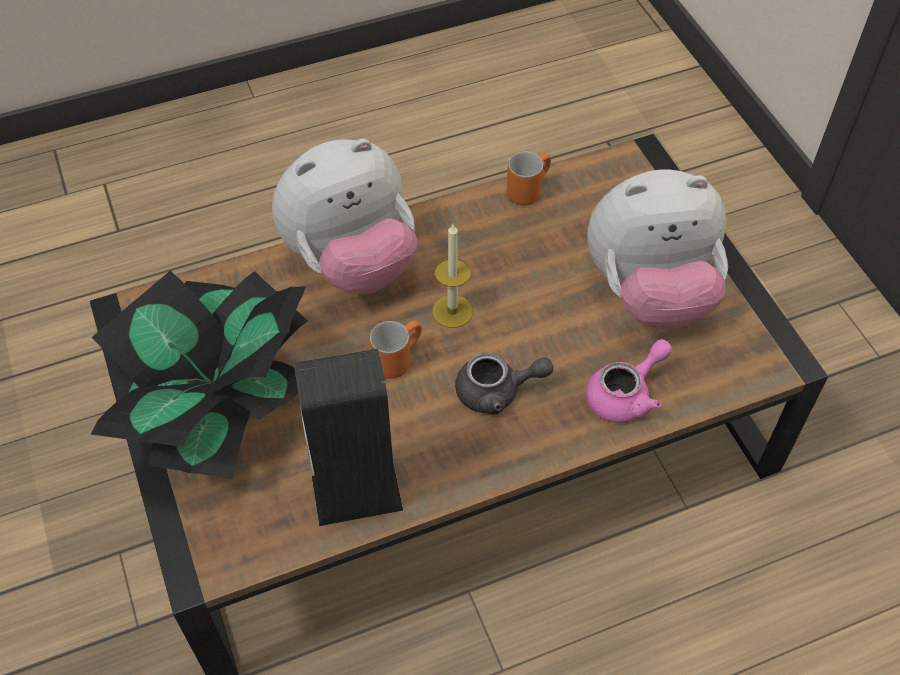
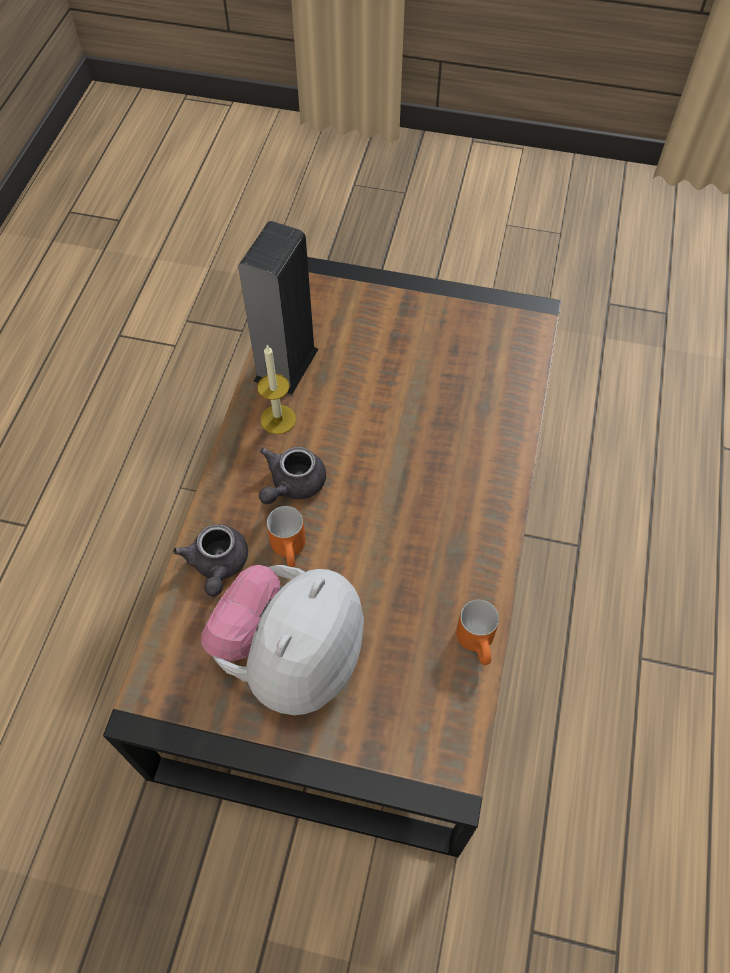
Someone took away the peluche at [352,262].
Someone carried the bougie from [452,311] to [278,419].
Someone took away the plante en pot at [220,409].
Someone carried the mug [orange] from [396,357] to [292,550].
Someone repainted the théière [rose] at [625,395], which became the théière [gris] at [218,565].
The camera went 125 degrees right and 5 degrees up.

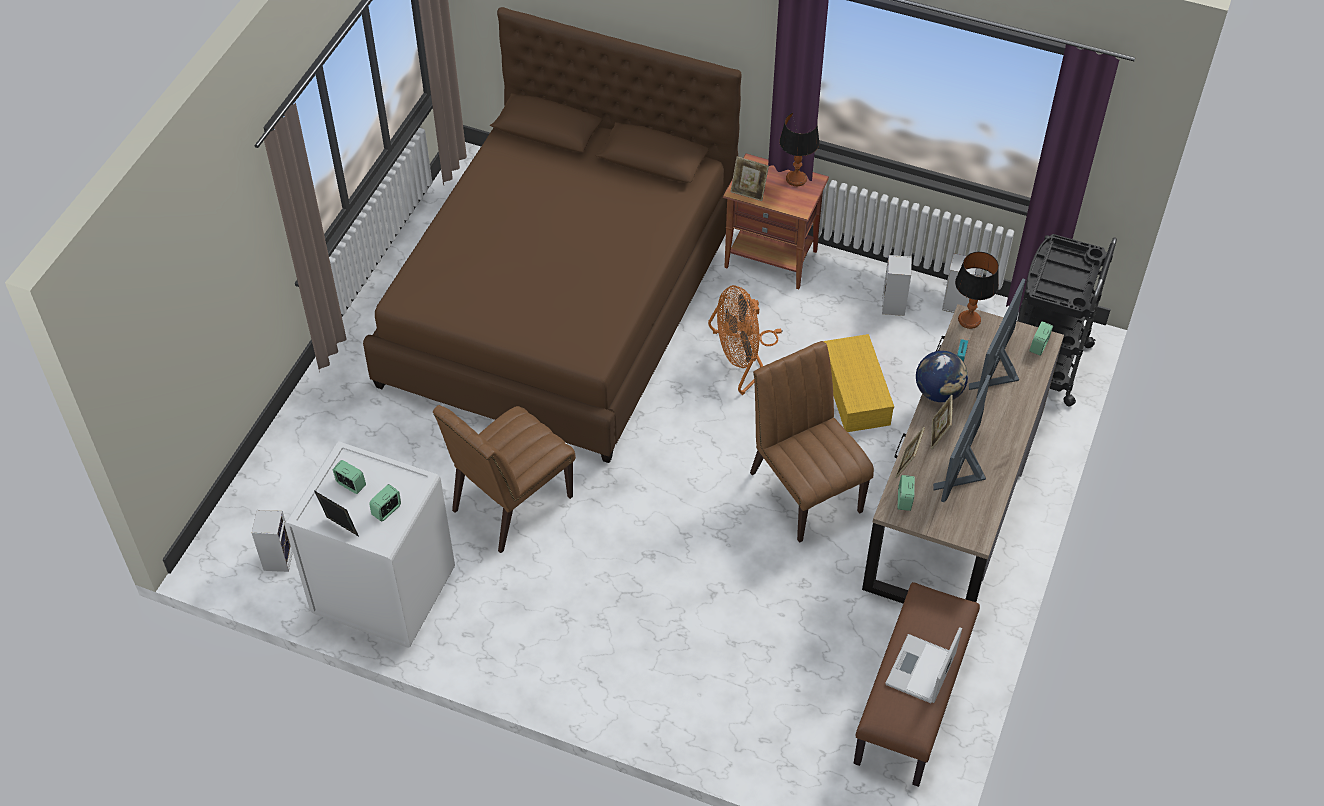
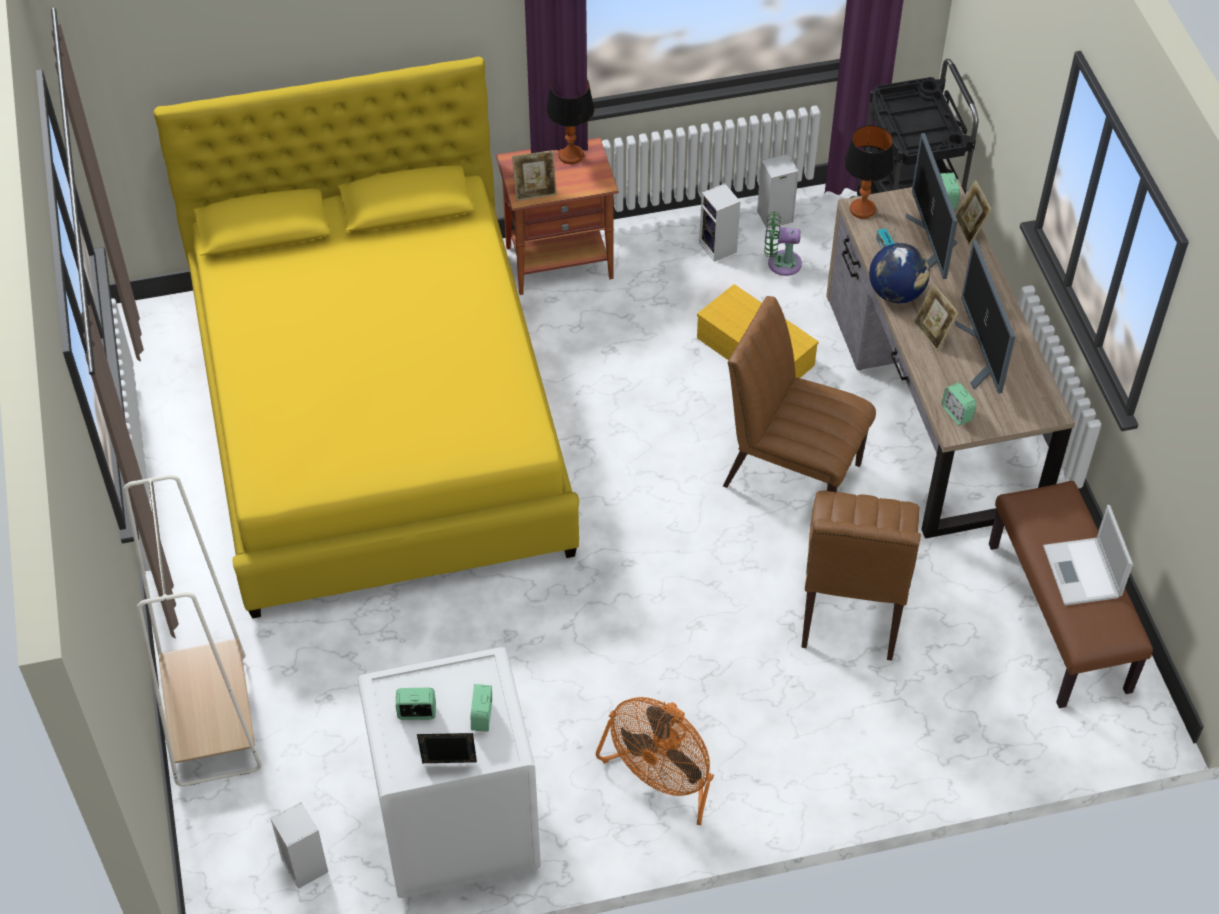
Someone repainted the lit [marron] at [560,303], which became the lit [jaune] at [380,420].
Someone carried the ventilateur [orange] from [743,356] to [662,772].
Someone carried the chaise [marron] from [512,502] to [852,603].
Someone carried the cadre photo from [907,465] to [969,230].
Someone put down the ventilateur [vert] at [780,263].
Someone put down the portant at [212,721].
The camera went 35 degrees left and 0 degrees up.

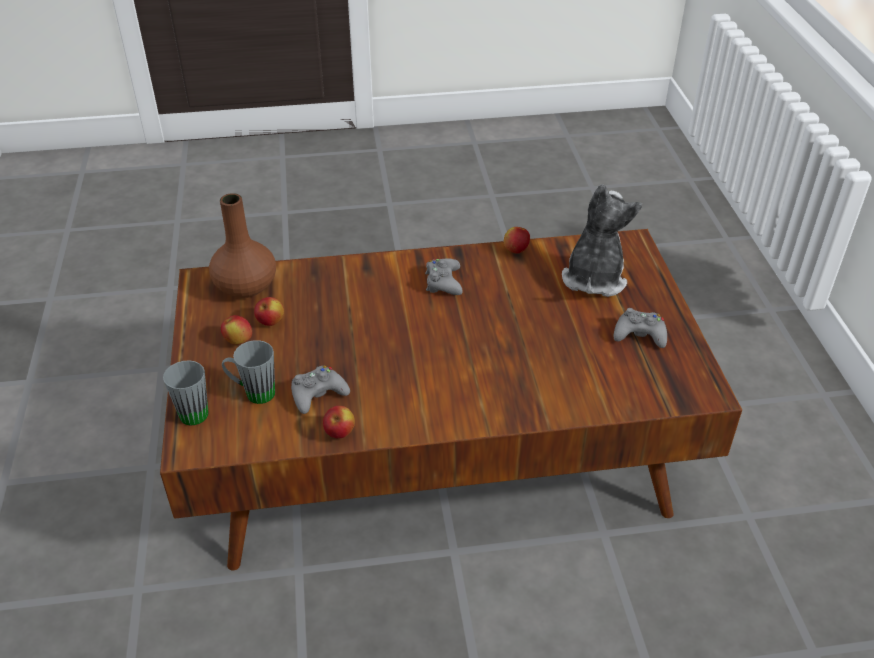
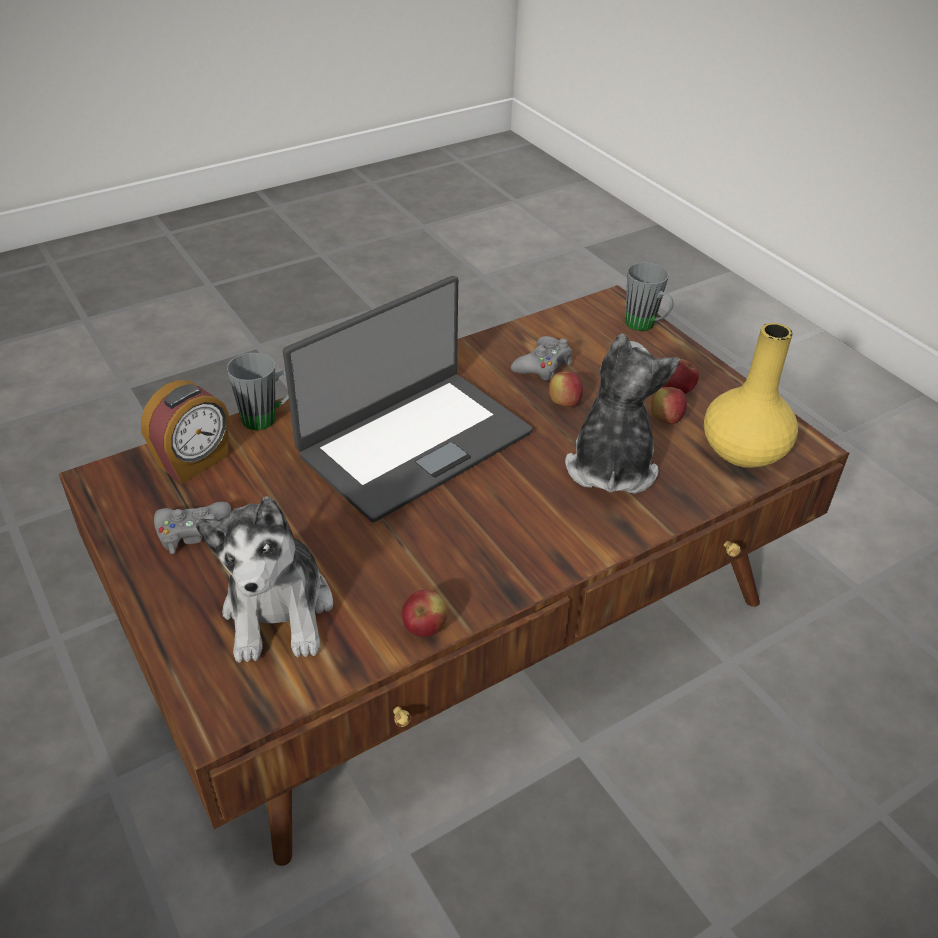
Someone repainted the vase [marron] at [245,287], which became the vase [jaune] at [742,451].
Someone took away the manette [gris] at [443,282].
Someone carried the mug [gris] from [253,393] to [268,418].
Someone carried the pomme from [339,433] to [564,403].
Someone put down the ordinateur portable at [413,442].
Someone put down the peluche at [610,466].
Someone put down the réveil at [195,462].
The camera went 155 degrees right and 0 degrees up.

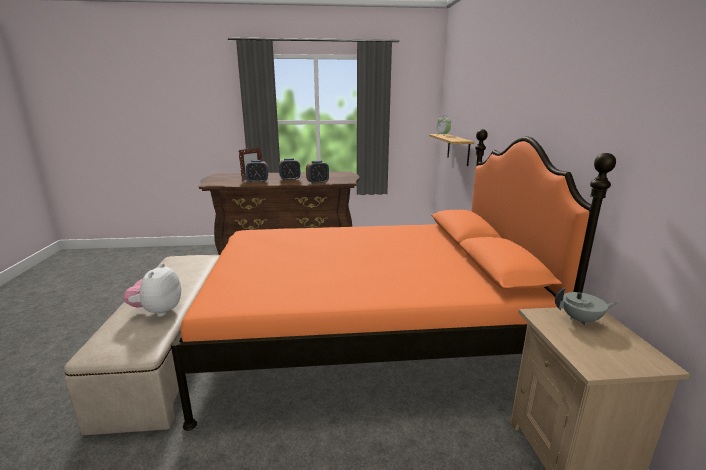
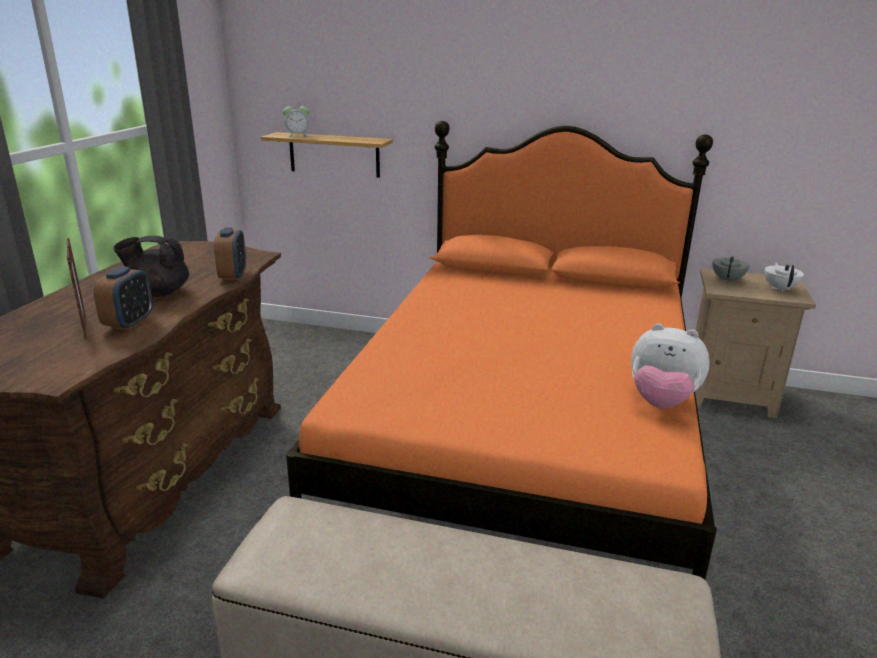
Someone swapped the réveil at [290,179] for the théière [noir] at [158,292].
Someone carried the peluche from [157,311] to [661,402].
Someone put down the théière [blanc] at [780,288].
The camera went 70 degrees left and 5 degrees up.

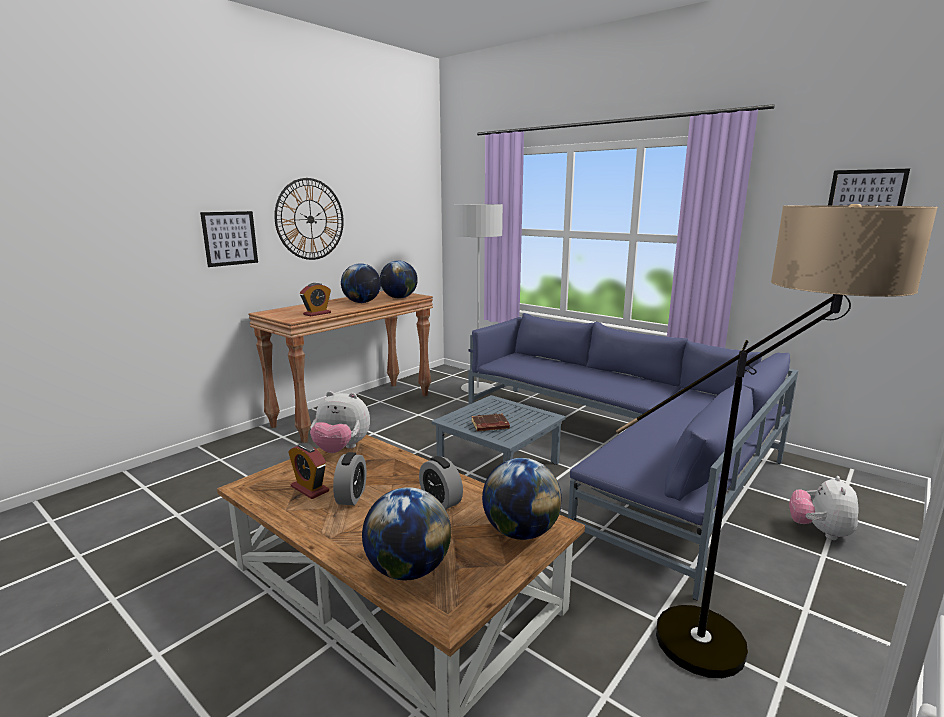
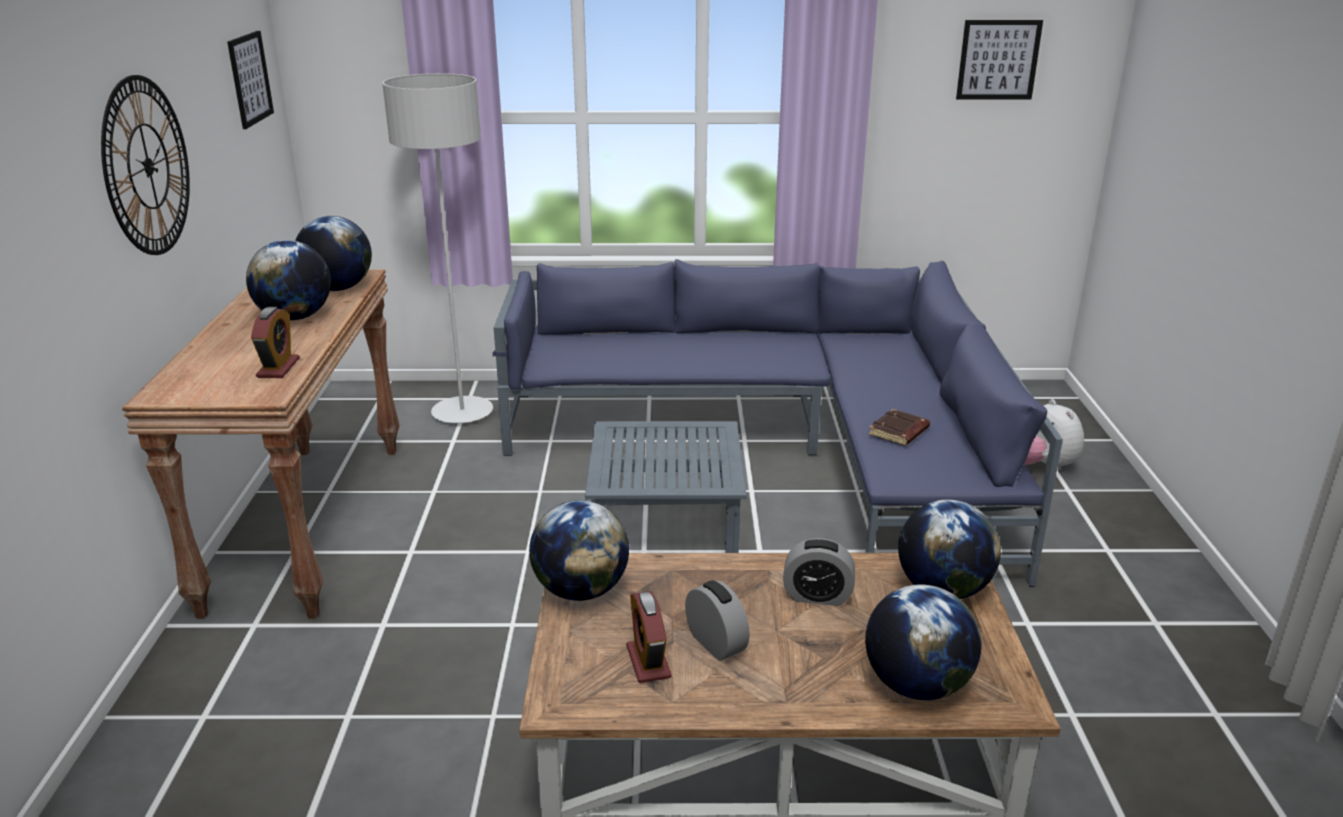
Someone took away the lampadaire at [737,648].
Someone carried the tableau from [230,238] to [250,79].
Someone swapped the peluche at [341,449] for the globe at [580,590].
Someone carried the livre [marron] from [490,426] to [899,432].
Someone rotated the réveil at [310,489] by 75 degrees clockwise.
The camera went 40 degrees left and 10 degrees up.

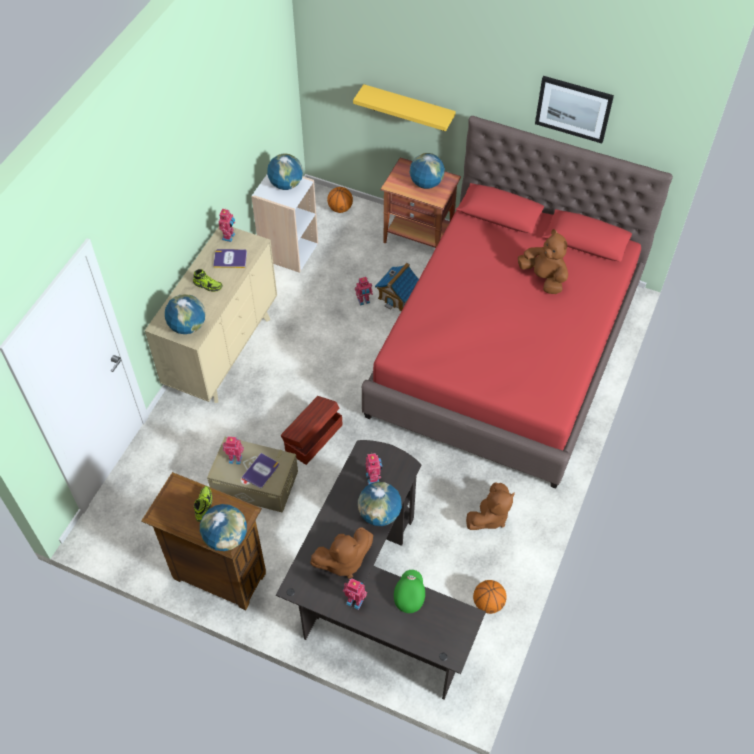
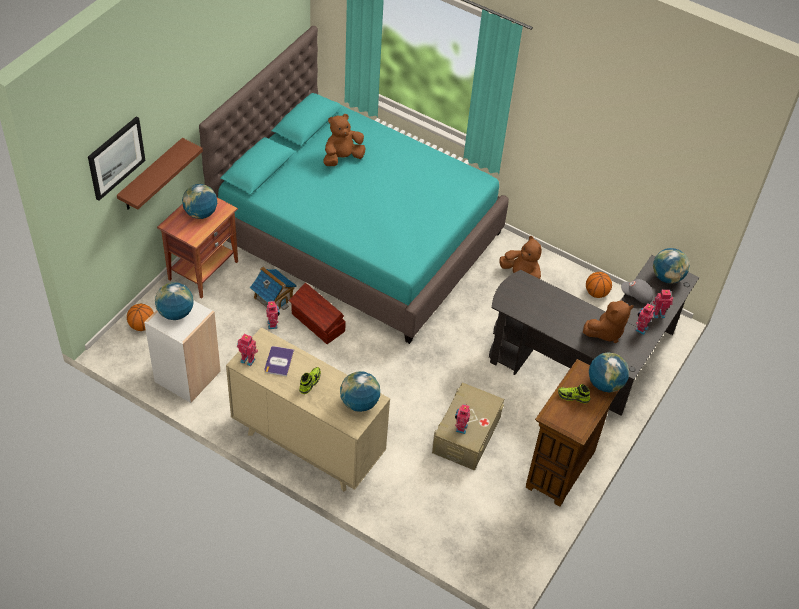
Someone carried the tableau from [573,108] to [116,157].
Someone repainted the étagère [jaune] at [408,108], which became the étagère [marron] at [151,176].
Someone repainted the lit [rouge] at [505,351], which became the lit [turquoise] at [357,235].
Someone carried the boîte de rangement [marron] from [312,437] to [317,323].
Someone carried the robot jouet from [373,478] to [658,313].
Someone took away the livre at [261,471].
Someone carried the globe from [379,514] to [667,277].
Someone rotated the peluche [marron] at [343,561] by 75 degrees clockwise.
Someone repainted the casquette [vert] at [409,594], which became the casquette [gris] at [636,295].
The camera went 85 degrees left and 5 degrees down.

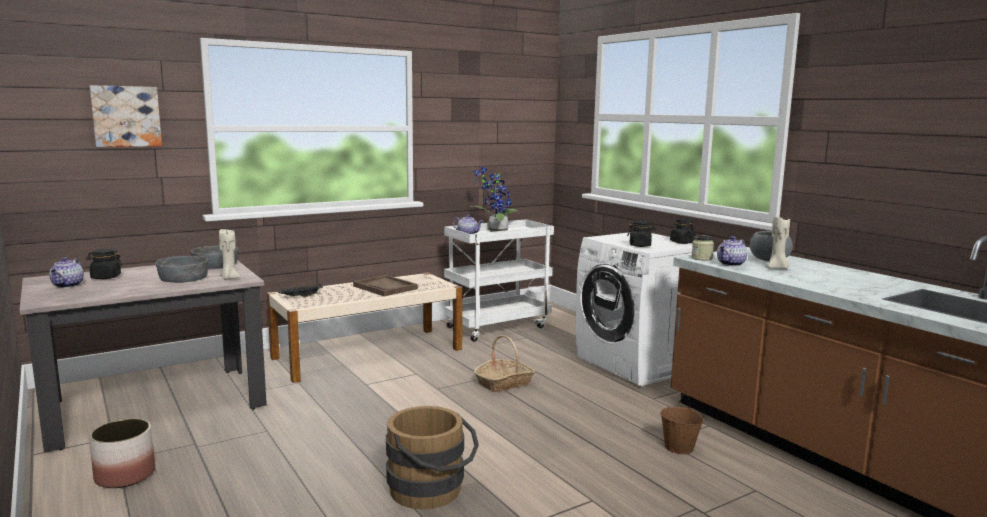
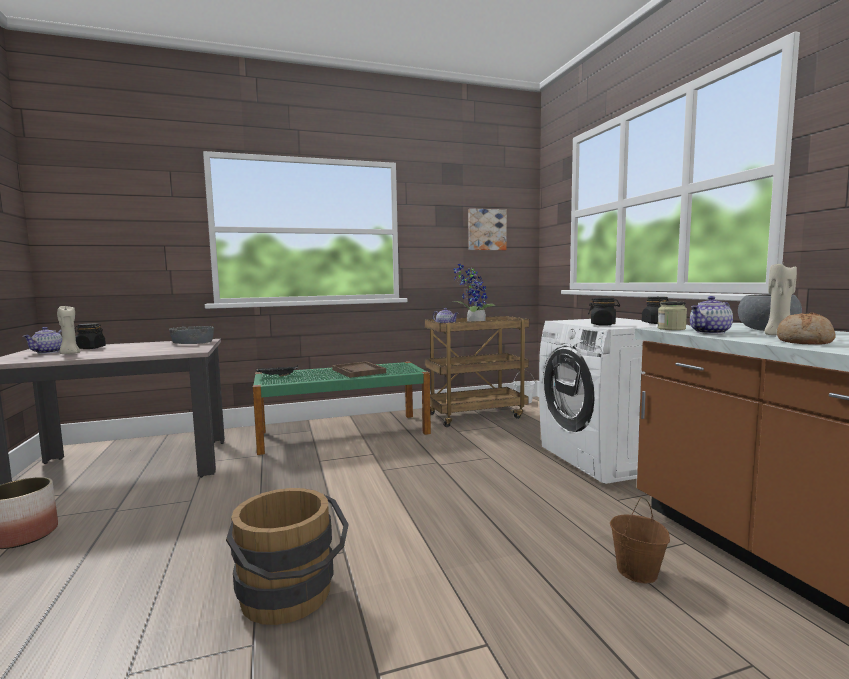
Someone carried the tableau from [126,116] to [486,230].
Someone repainted the chariot [blanc] at [497,327], which became the chariot [marron] at [476,415].
Someone carried the bougie [beige] from [229,278] to [69,354].
Someone took away the bol [gris] at [182,278].
Someone repainted the banc [beige] at [368,353], which became the banc [vert] at [343,432].
Someone took away the panier at [504,383].
Someone put down the pain at [805,342].
The camera went 15 degrees right and 5 degrees down.

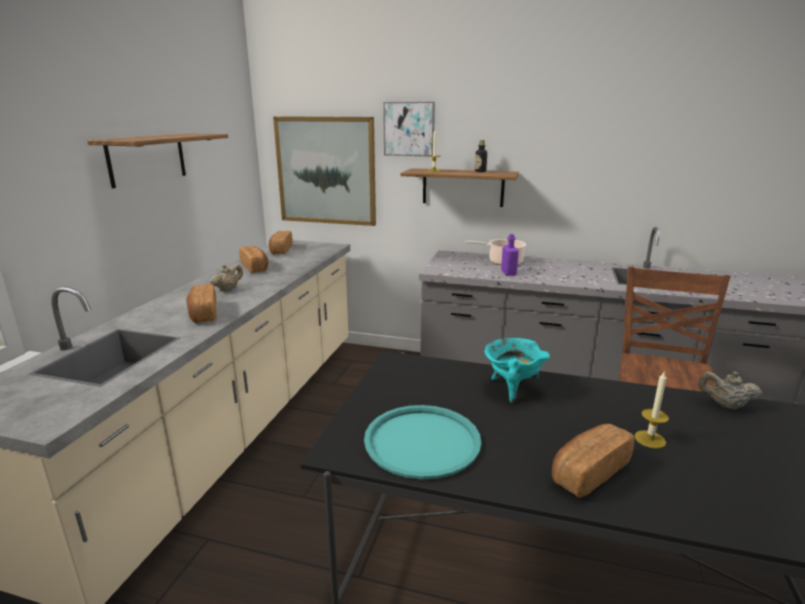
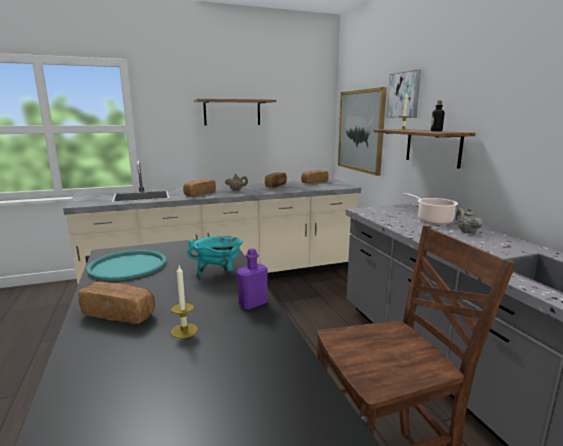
Someone carried the bouteille [violet] from [508,273] to [253,304].
Someone carried the théière [beige] from [725,405] to [466,231].
The camera went 55 degrees right and 5 degrees down.

